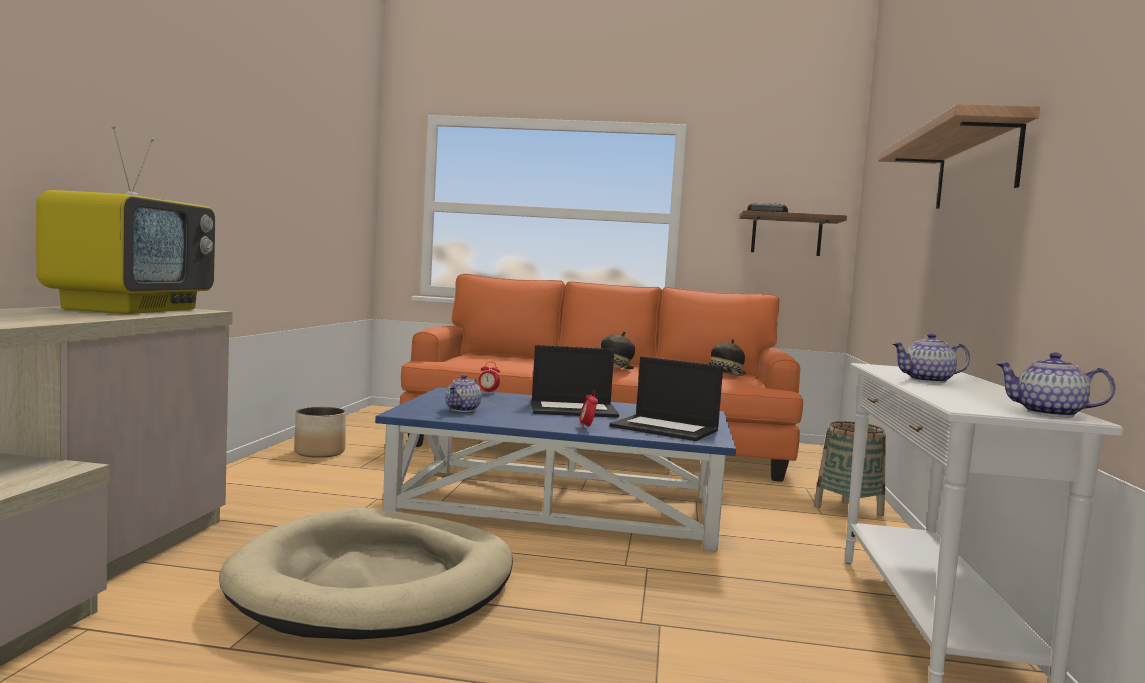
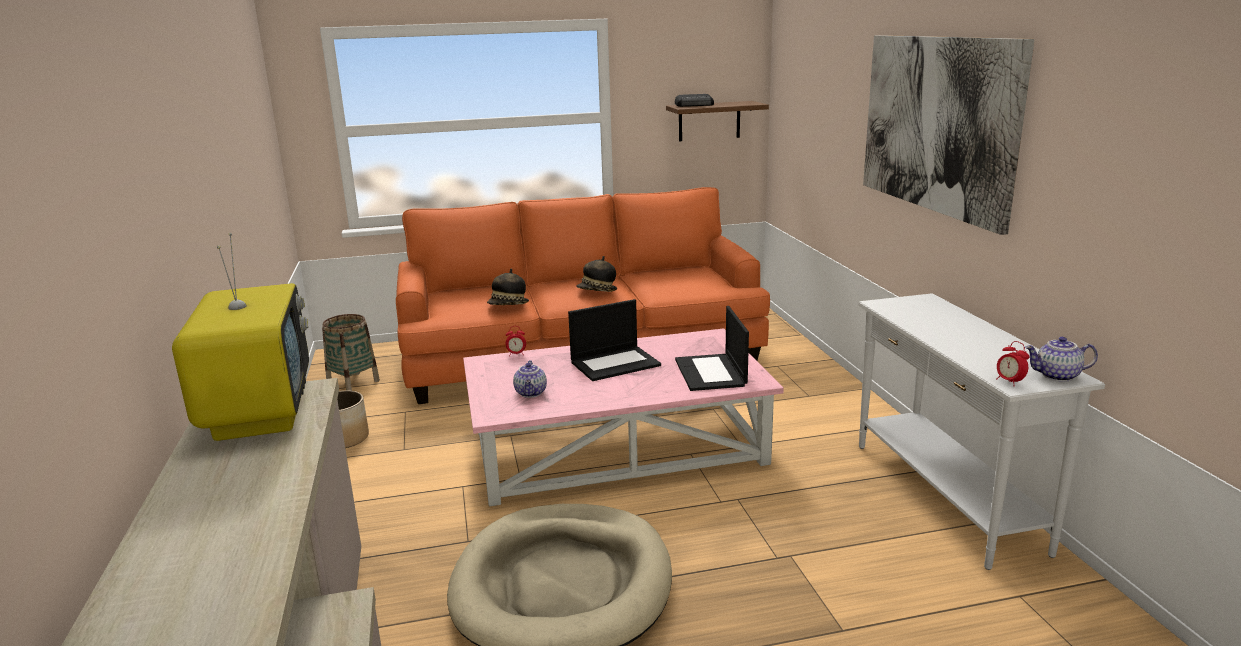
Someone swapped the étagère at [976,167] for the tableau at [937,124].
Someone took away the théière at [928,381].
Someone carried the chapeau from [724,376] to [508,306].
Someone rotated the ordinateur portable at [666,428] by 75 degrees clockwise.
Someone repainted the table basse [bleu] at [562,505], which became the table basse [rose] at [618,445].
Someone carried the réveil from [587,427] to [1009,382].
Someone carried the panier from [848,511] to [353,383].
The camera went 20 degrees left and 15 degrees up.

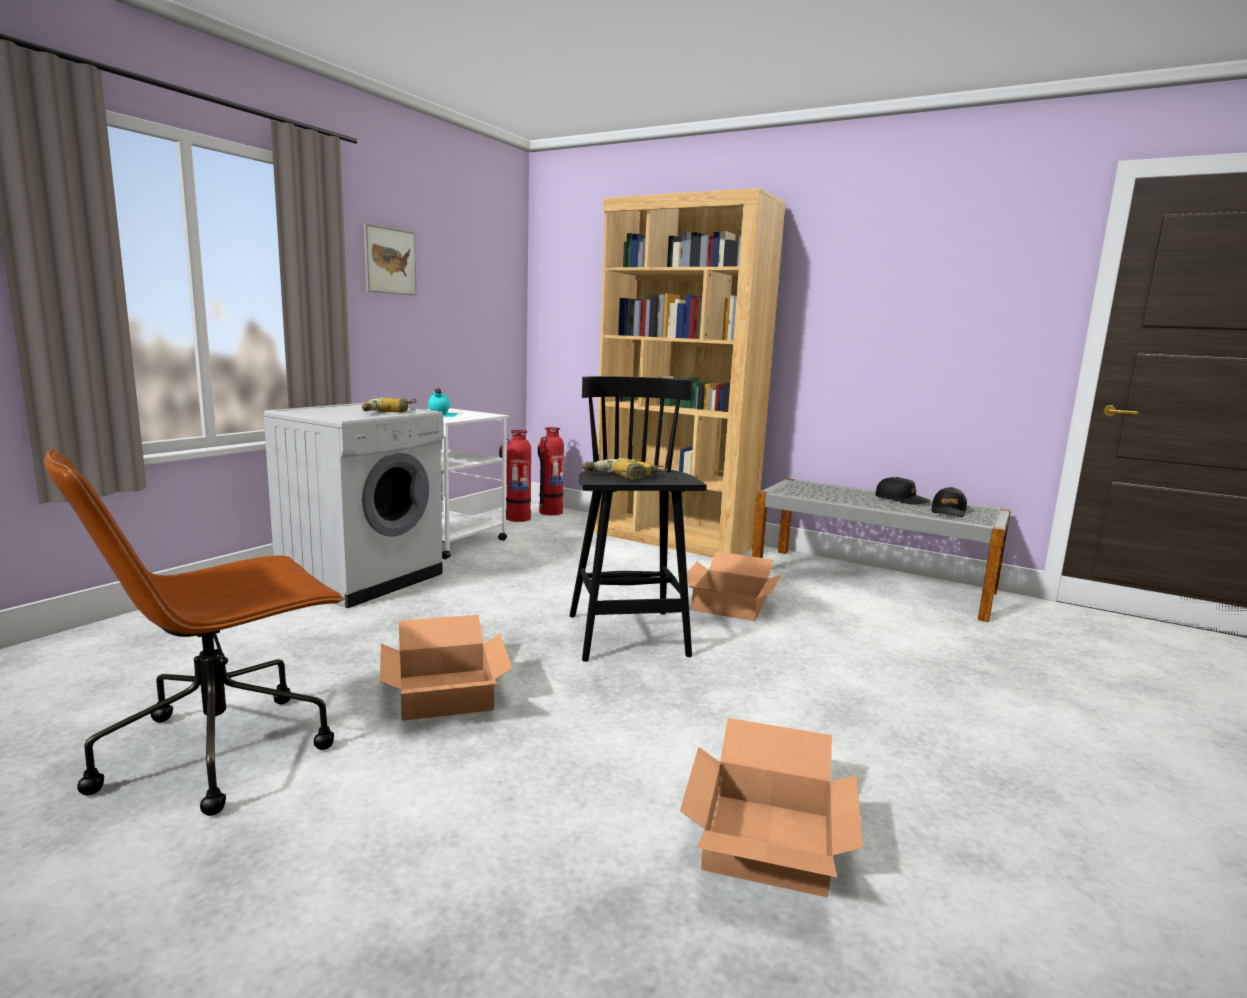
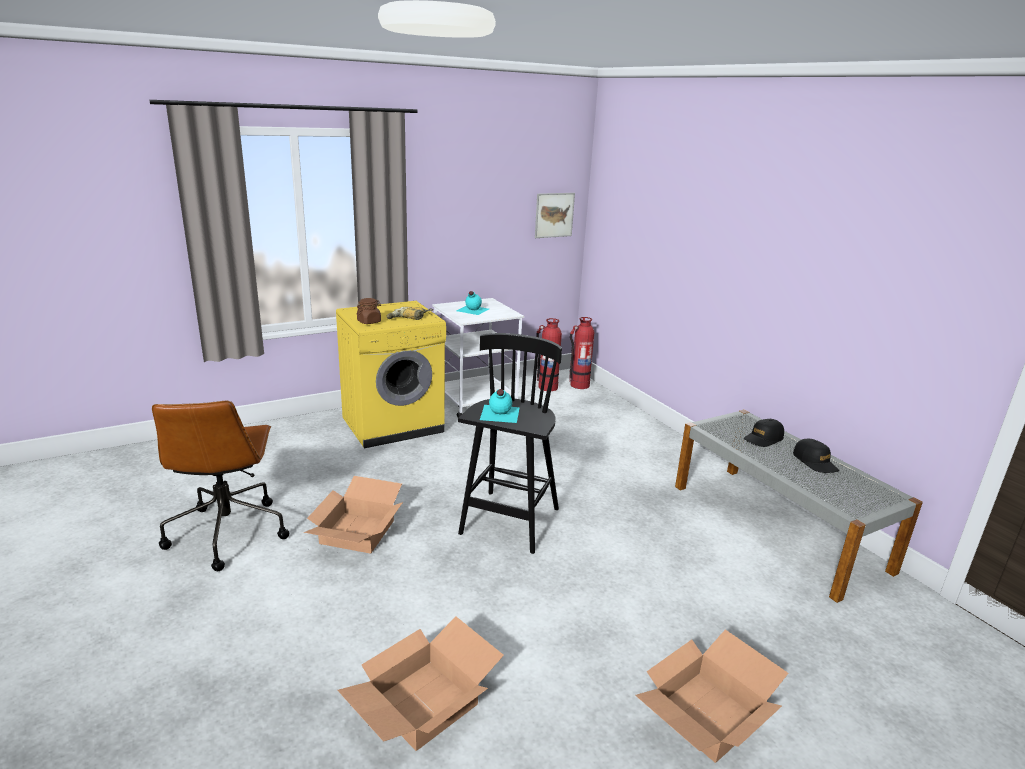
Someone took away the bibliothèque [marron] at [673,539].
Someone carried the tableau from [390,261] to [554,215].
Someone repainted the lave-linge [blanc] at [364,580], which became the lave-linge [jaune] at [394,426].
Someone rotated the chaise de bureau [marron] at [222,749] by 90 degrees counterclockwise.
Someone swapped the perceuse at [623,477] for the bouteille [turquoise] at [499,413].
Someone carried the casquette [noir] from [948,511] to [763,439].
Someone carried the carton from [730,605] to [707,716].
Someone put down the bocal [marron] at [369,322].
The camera went 30 degrees right and 10 degrees up.

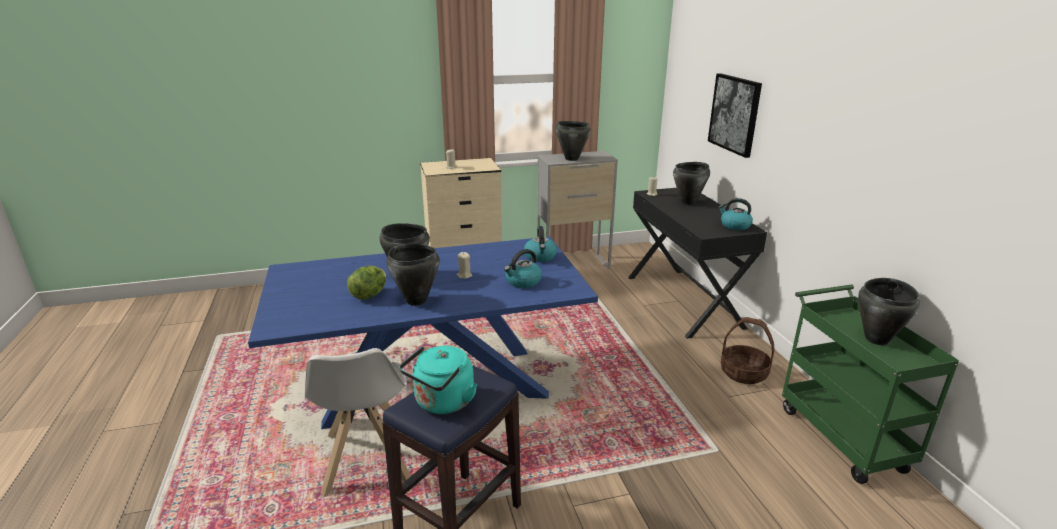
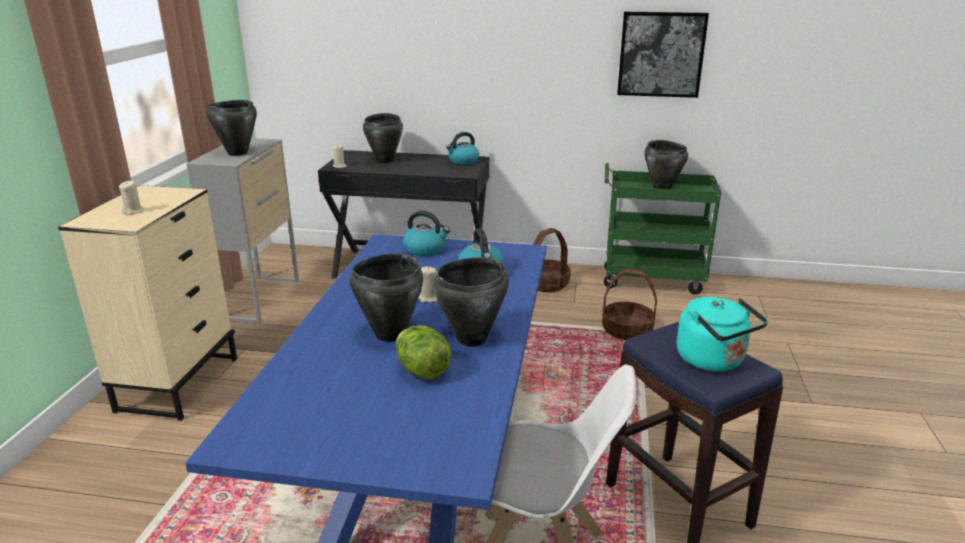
Someone carried the tableau from [735,114] to [661,54].
Someone put down the panier at [627,330].
The camera went 65 degrees left and 0 degrees up.

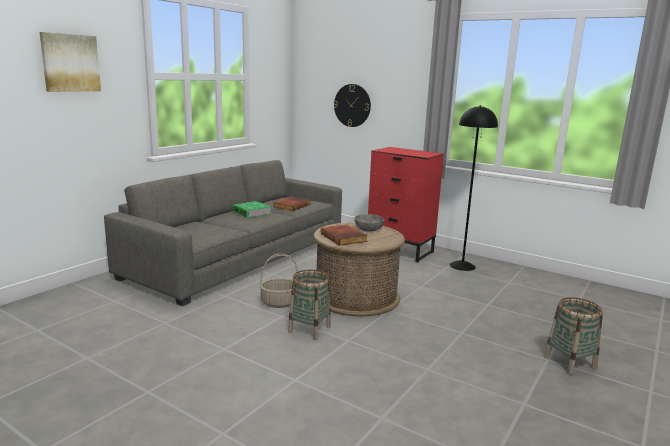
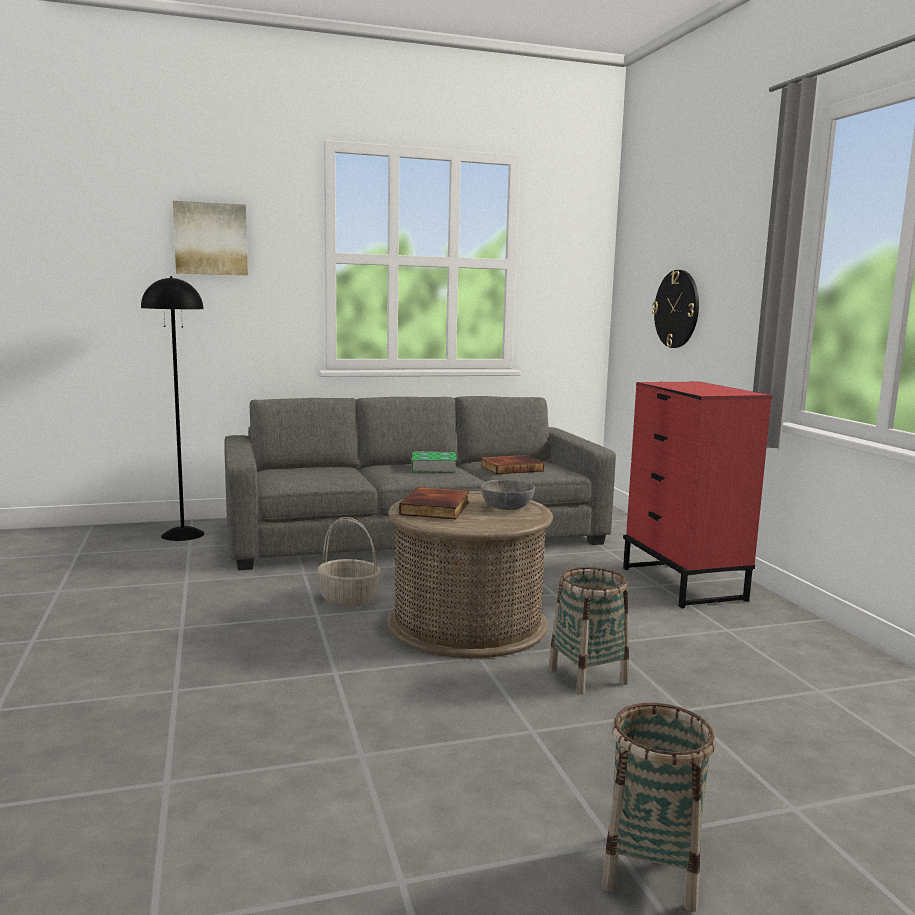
Someone carried the lampadaire [noir] from [462,266] to [183,534].
Someone carried the panier from [309,329] to [588,676].
The camera went 40 degrees right and 5 degrees down.

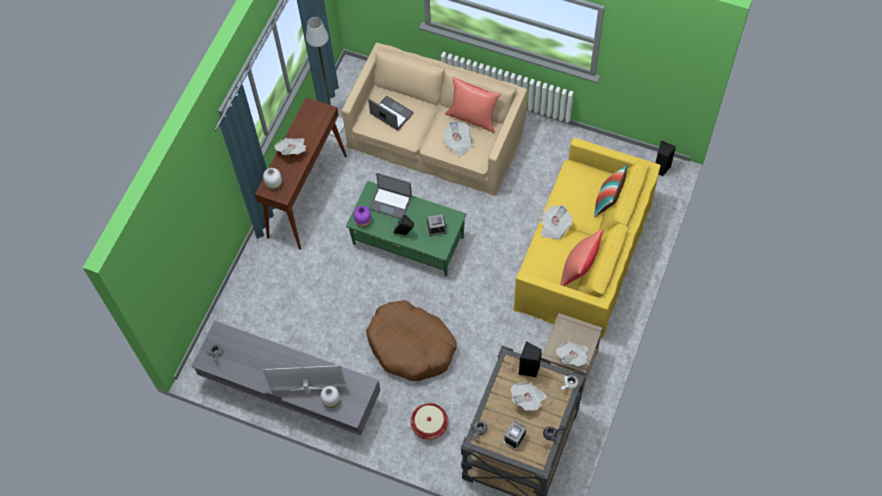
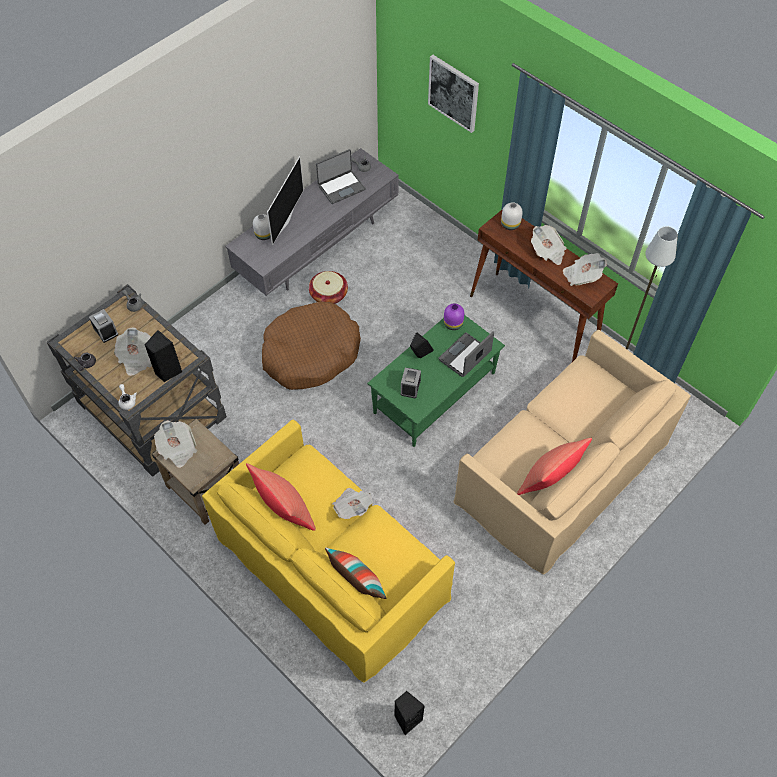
Someone carried the ordinateur portable from [391,114] to [341,187].
Someone carried the journal from [458,143] to [582,276].
Someone carried the panier from [429,425] to [329,295].
Someone put up the tableau at [454,93].
The camera went 110 degrees right and 5 degrees down.

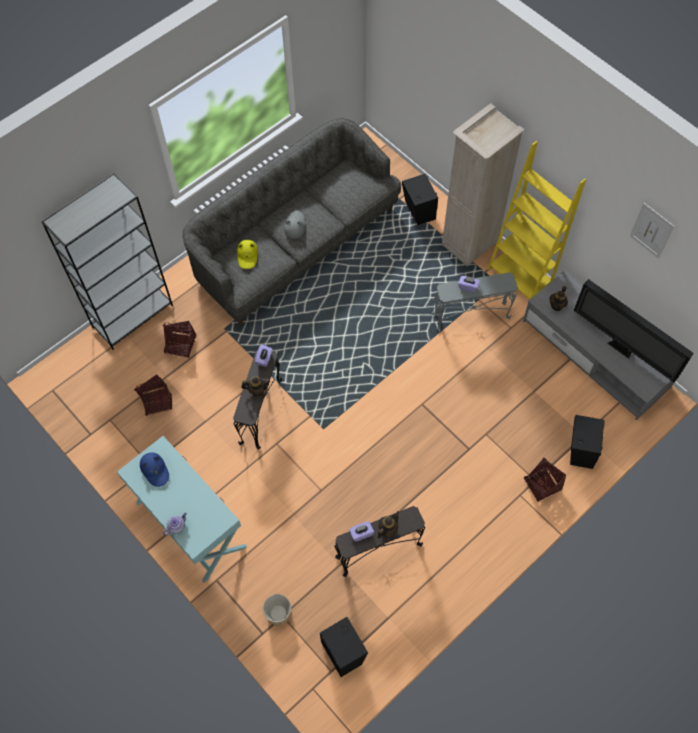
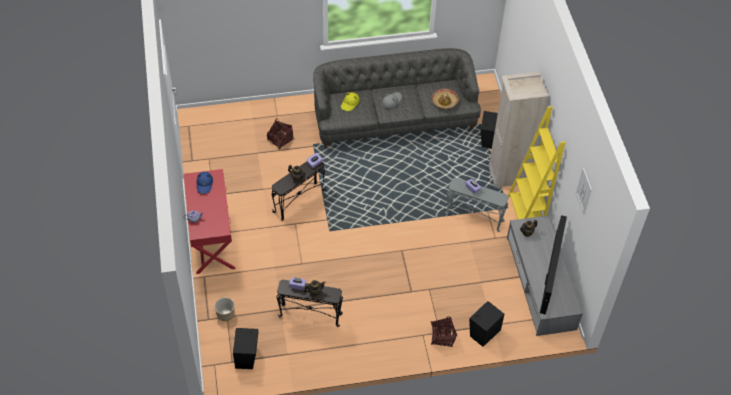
Someone took away the bibliothèque [gris] at [133,316].
Someone rotated the téléviseur at [621,349] by 150 degrees counterclockwise.
Someone took away the panier at [156,401].
Someone repainted the table console [turquoise] at [190,524], which became the table console [rouge] at [211,239].
Someone put down the chapeau at [444,101].
The camera went 30 degrees right and 10 degrees down.

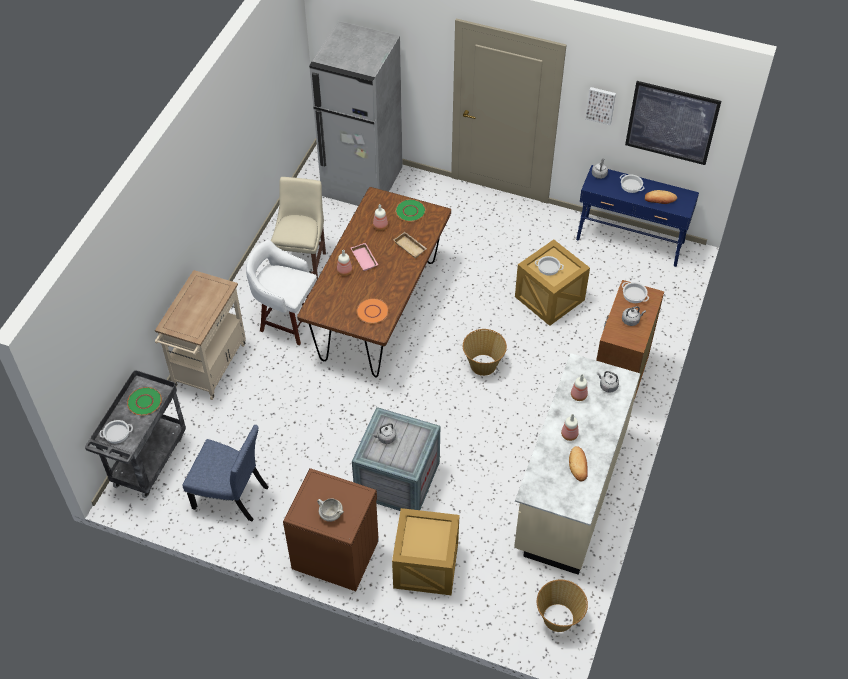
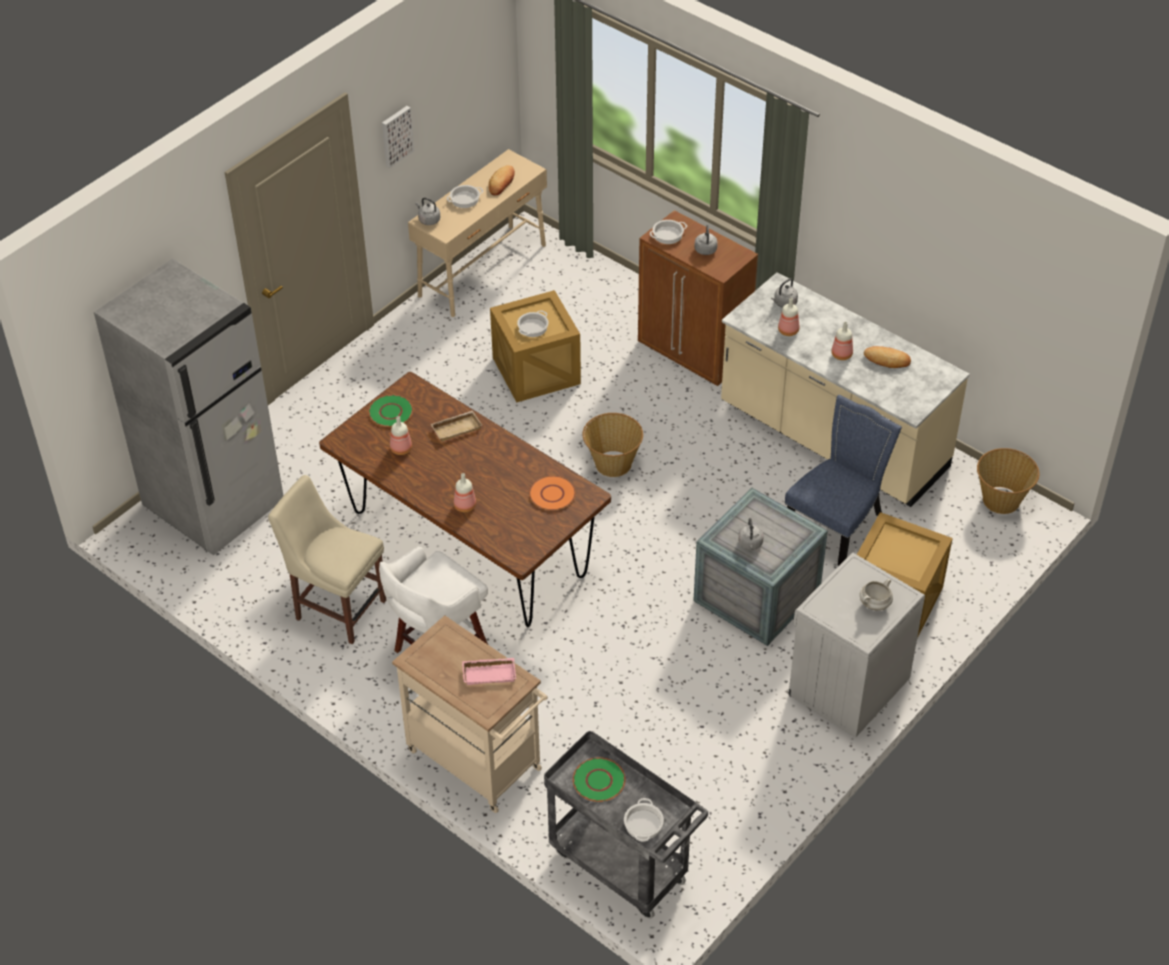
Someone took away the tableau at [672,123].
Someone repainted the table console [bleu] at [630,241], which became the table console [beige] at [483,271].
Someone carried the plateau [rose] from [365,259] to [490,673].
Someone carried the chaise [bleu] from [230,495] to [835,528].
Someone repainted the lave-linge [marron] at [336,553], which became the lave-linge [blanc] at [846,686].
The camera went 70 degrees left and 5 degrees down.

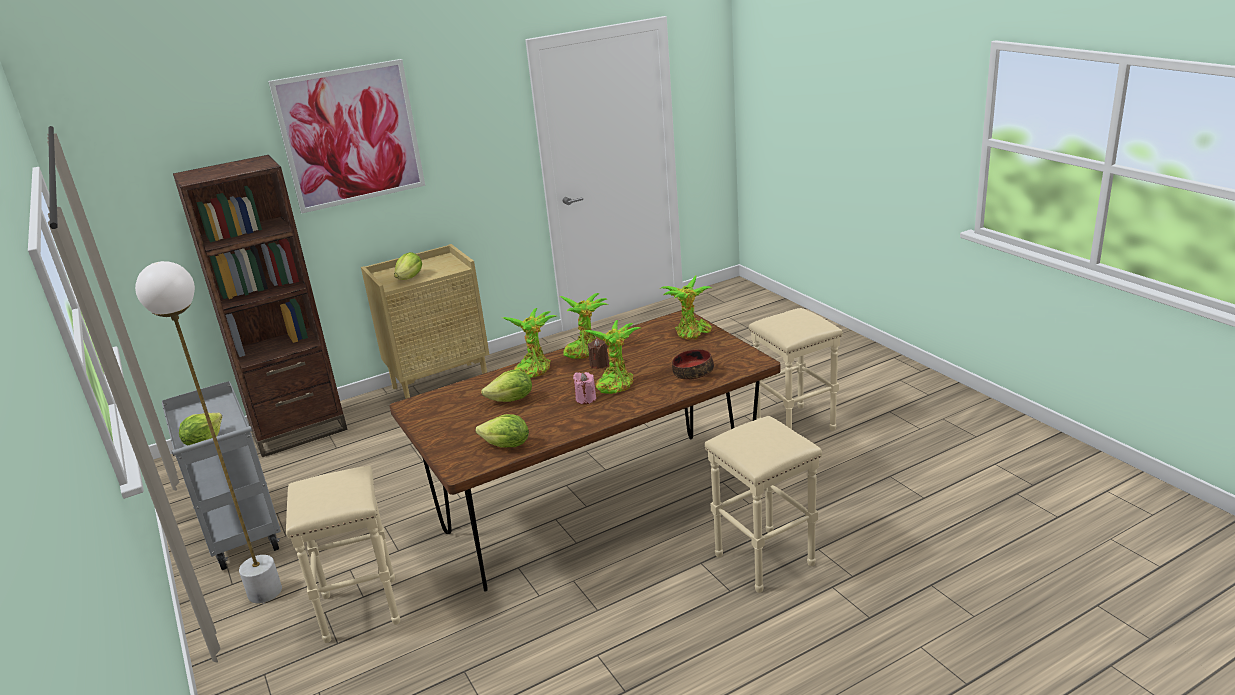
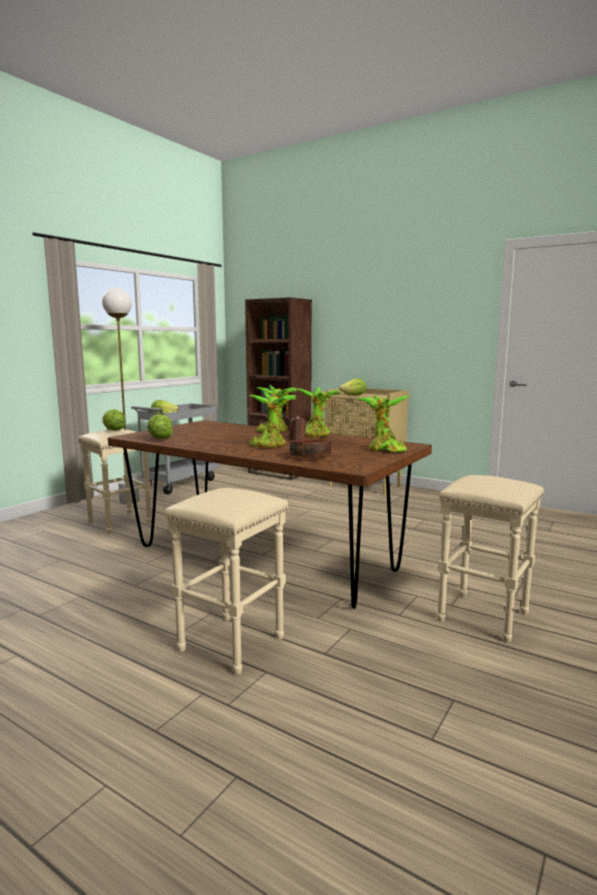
Someone took away the tableau at [350,136].
Someone carried the laitue from [512,400] to [113,430].
Someone took away the bougie [rose] at [586,399].
The camera went 60 degrees right and 15 degrees down.

